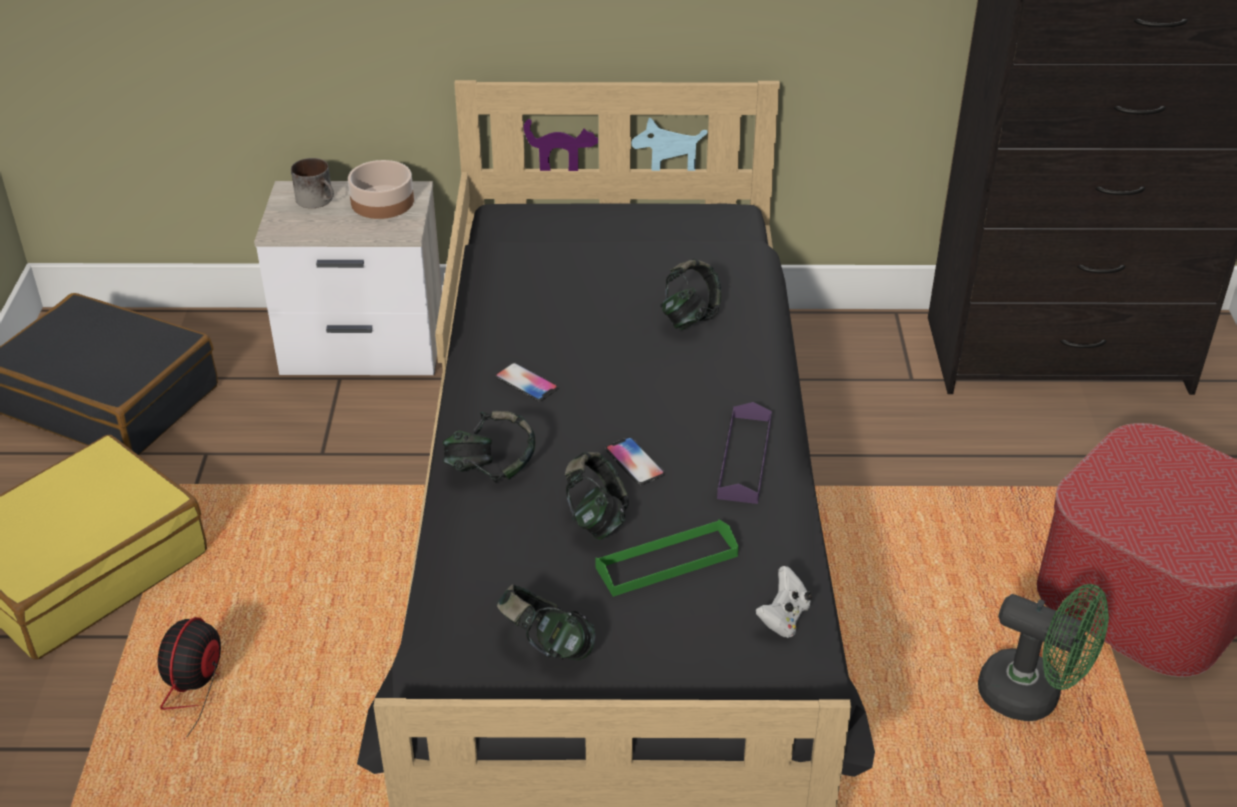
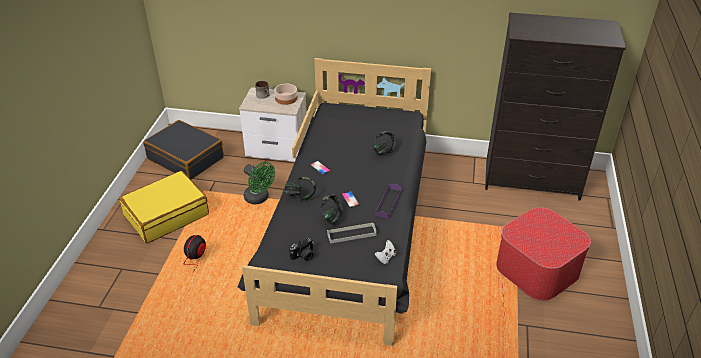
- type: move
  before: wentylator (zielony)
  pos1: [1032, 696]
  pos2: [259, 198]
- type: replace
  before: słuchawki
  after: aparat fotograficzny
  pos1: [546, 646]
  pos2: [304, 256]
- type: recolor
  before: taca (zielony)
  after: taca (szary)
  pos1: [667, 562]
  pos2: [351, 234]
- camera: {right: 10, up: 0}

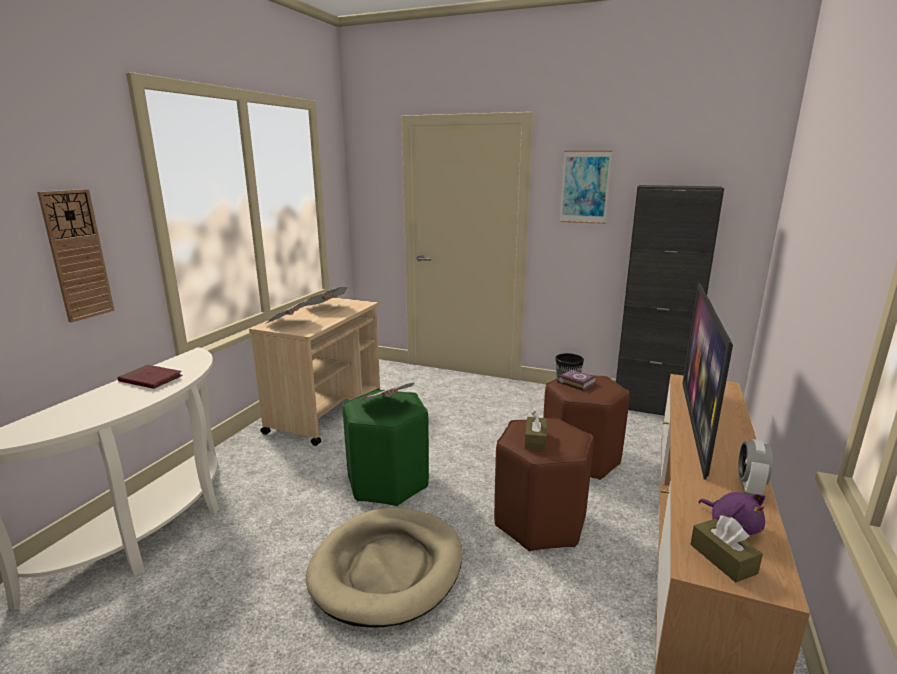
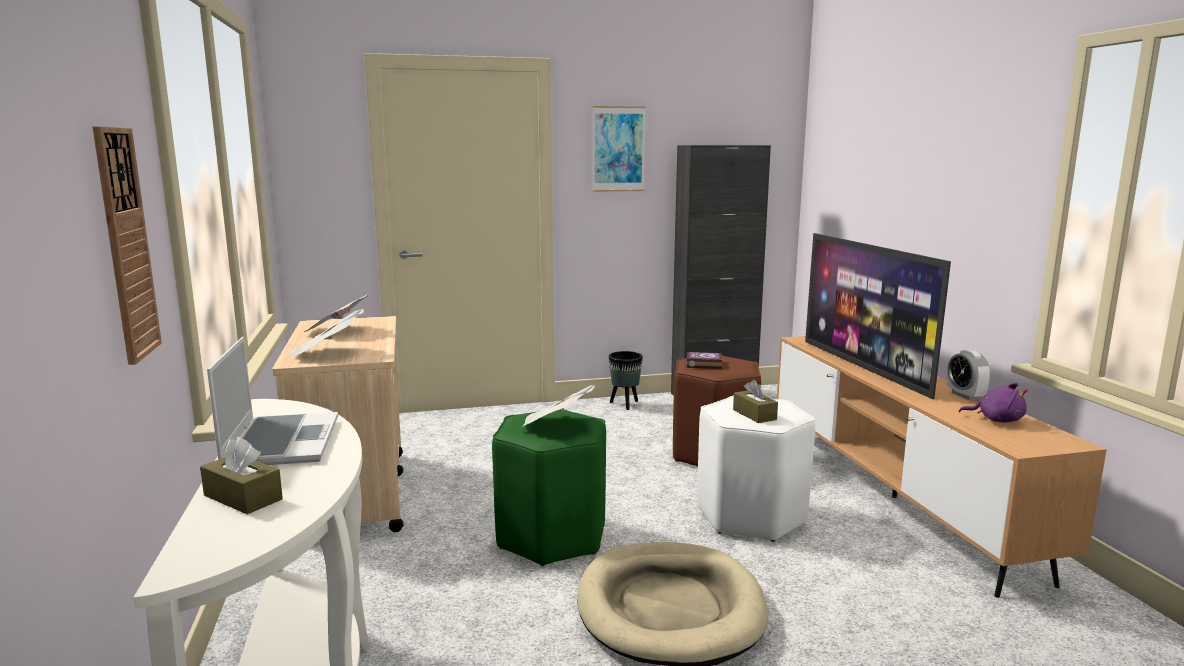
- type: move
  before: pudełko chusteczek (brązowy)
  pos1: [722, 559]
  pos2: [243, 497]
- type: replace
  before: książka (czerwony)
  after: laptop
  pos1: [151, 379]
  pos2: [281, 442]
- type: recolor
  before: stołek (brązowy)
  after: stołek (biały)
  pos1: [540, 523]
  pos2: [752, 517]
- camera: {right: -35, up: -5}

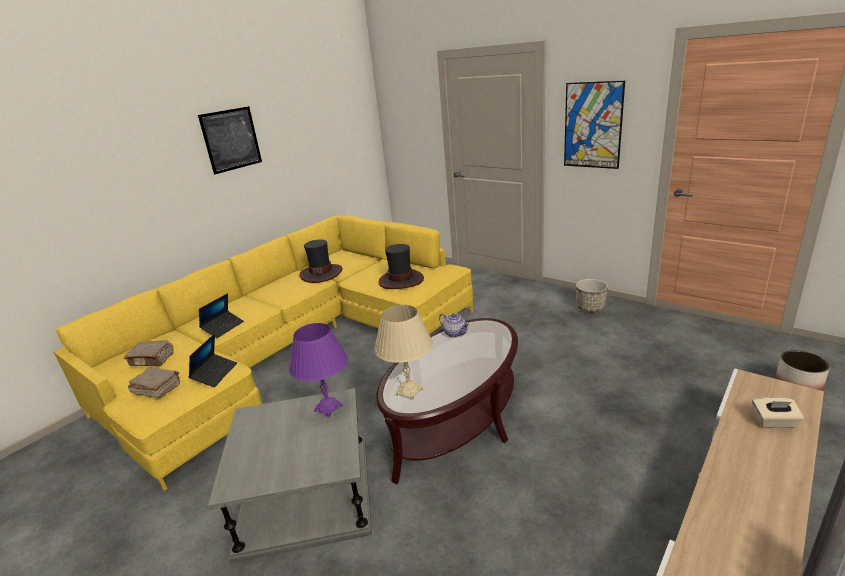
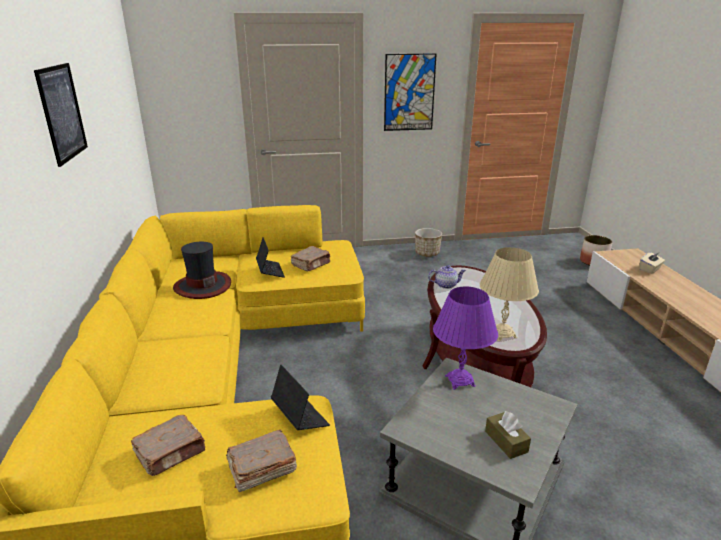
- type: insert
  after: pudełko chusteczek (brązowy)
  pos2: [506, 441]
- type: move
  before: laptop
  pos1: [223, 327]
  pos2: [270, 271]
- type: replace
  before: kapelusz
  after: książka (brązowy)
  pos1: [401, 280]
  pos2: [311, 265]
- camera: {right: -50, up: 0}

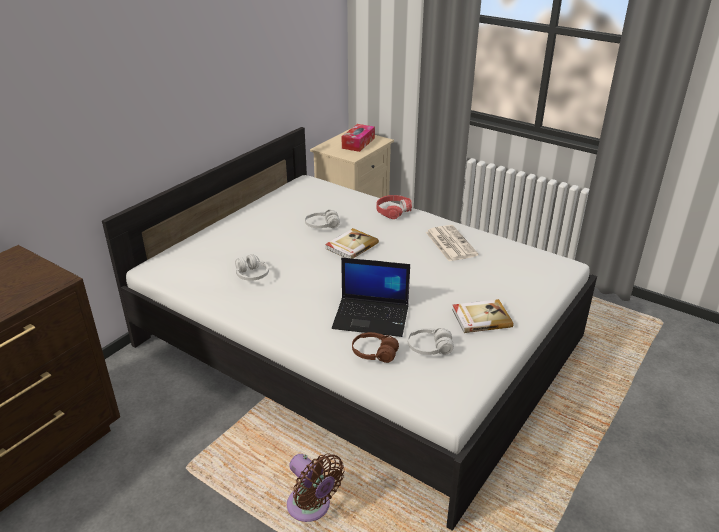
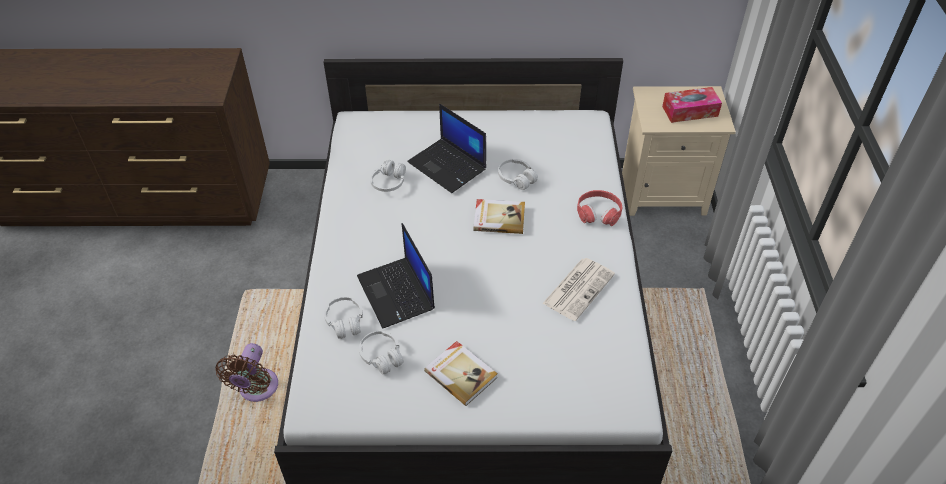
- type: insert
  after: laptop
  pos2: [448, 166]
- type: recolor
  before: słuchawki (brązowy)
  after: słuchawki (biały)
  pos1: [374, 353]
  pos2: [345, 322]
- camera: {right: 55, up: 15}

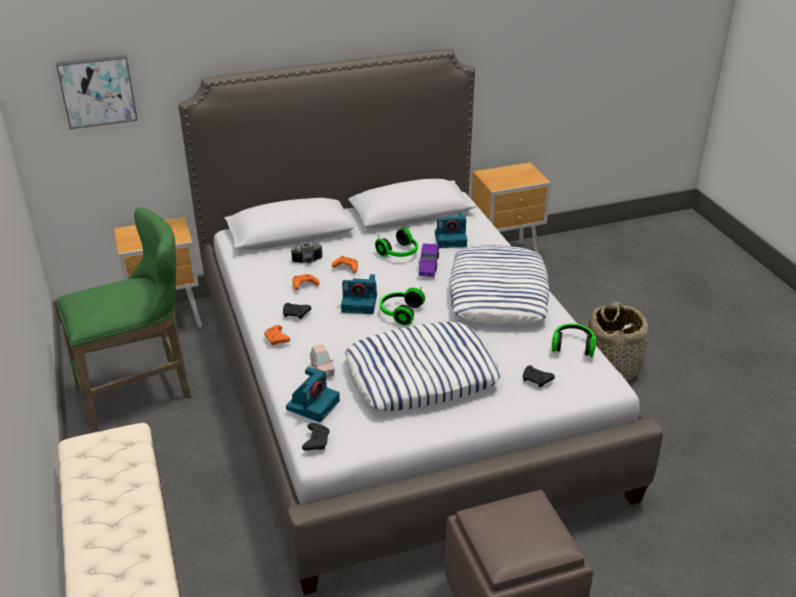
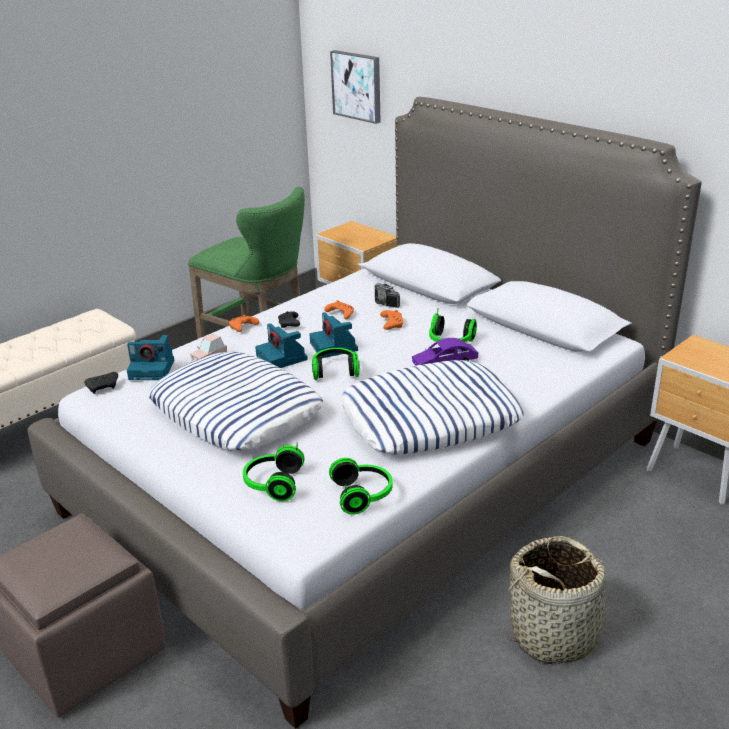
- type: move
  before: aparat fotograficzny
  pos1: [451, 239]
  pos2: [282, 358]
- type: replace
  before: pad do gier (czarny)
  after: słuchawki
  pos1: [537, 380]
  pos2: [272, 484]
- camera: {right: 65, up: -5}

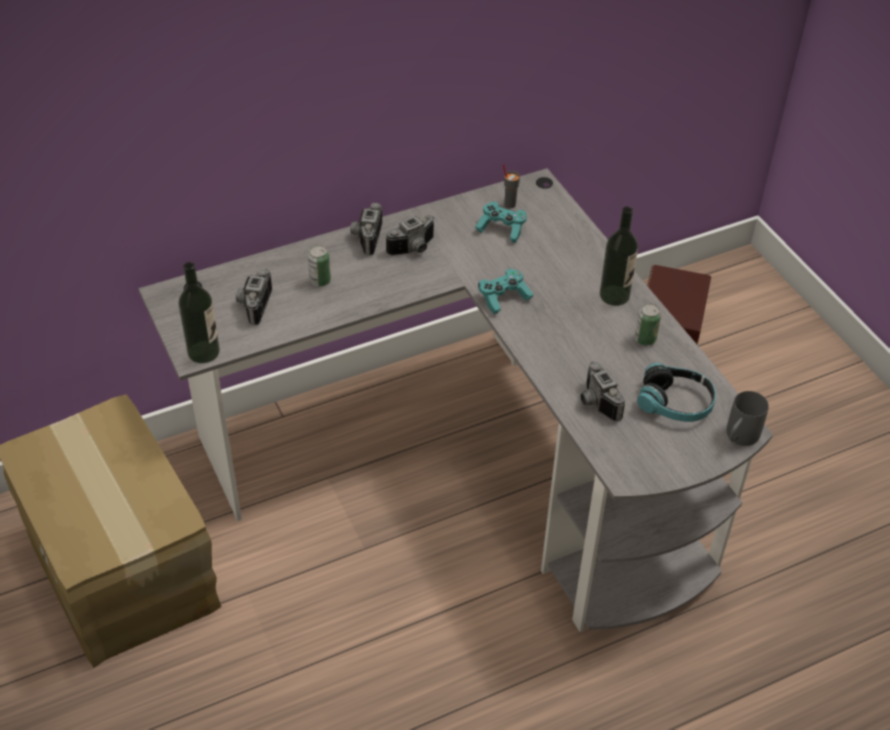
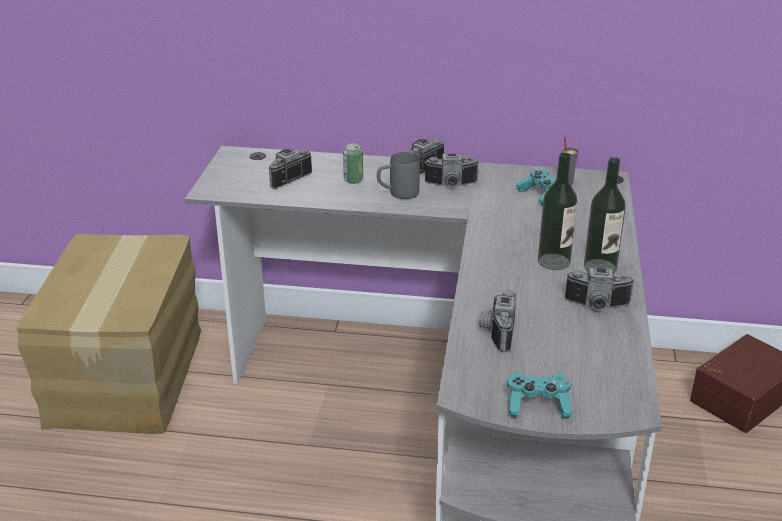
- type: delete
  before: słuchawki
  pos1: [675, 403]
- type: move
  before: butelka
  pos1: [203, 352]
  pos2: [554, 261]
- type: move
  before: pad do gier (turkusowy)
  pos1: [503, 298]
  pos2: [537, 405]
- type: move
  before: kubek (szary)
  pos1: [738, 438]
  pos2: [397, 194]
- type: replace
  before: puszka
  after: aparat fotograficzny
  pos1: [645, 339]
  pos2: [597, 306]
- camera: {right: 35, up: -15}

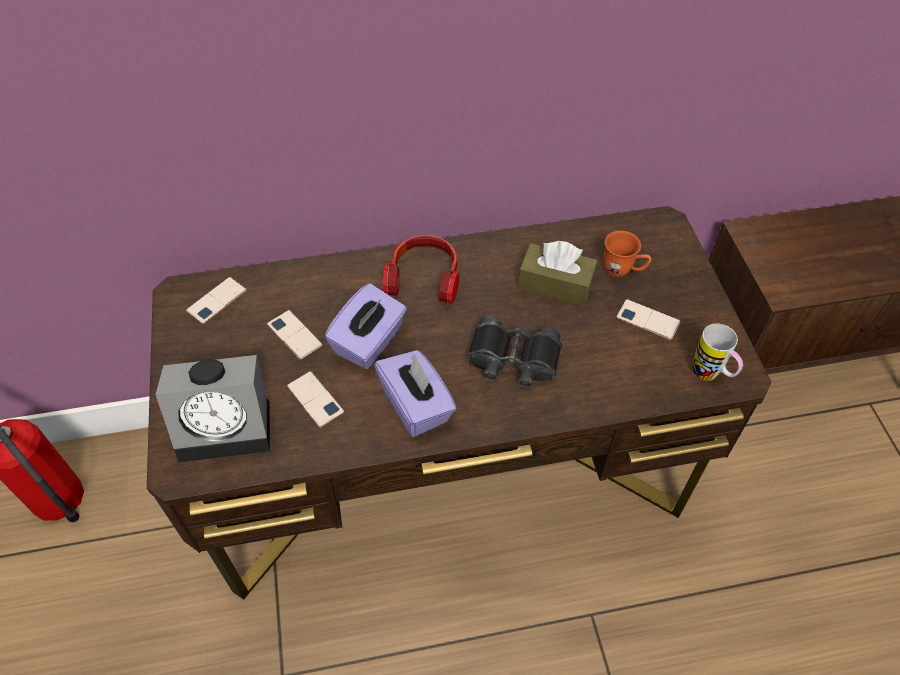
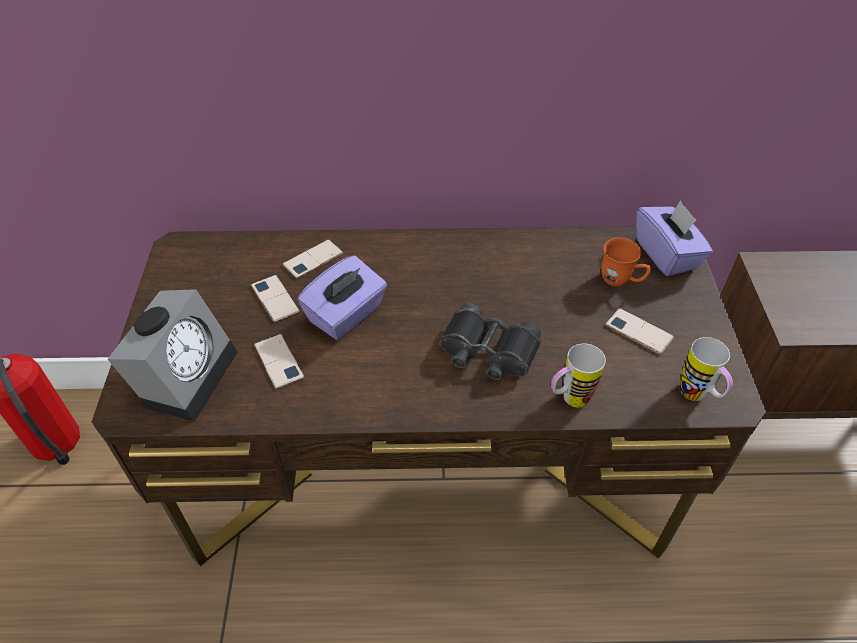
- type: delete
  before: słuchawki
  pos1: [424, 277]
- type: delete
  before: pudełko chusteczek (brązowy)
  pos1: [555, 284]
- type: insert
  after: kubek
  pos2: [568, 400]
- type: move
  before: telefon
  pos1: [217, 301]
  pos2: [313, 259]
- type: move
  before: pudełko chusteczek (fioletowy)
  pos1: [416, 405]
  pos2: [666, 254]
- type: rotate
  before: budzik
  pos1: [228, 426]
  pos2: [187, 374]
  turn: -75
- camera: {right: 10, up: -5}

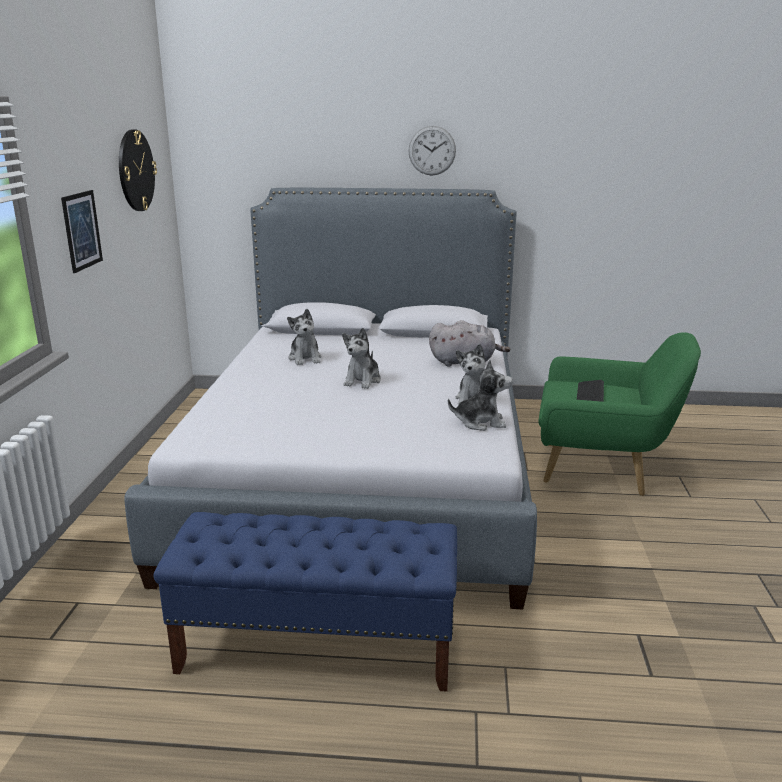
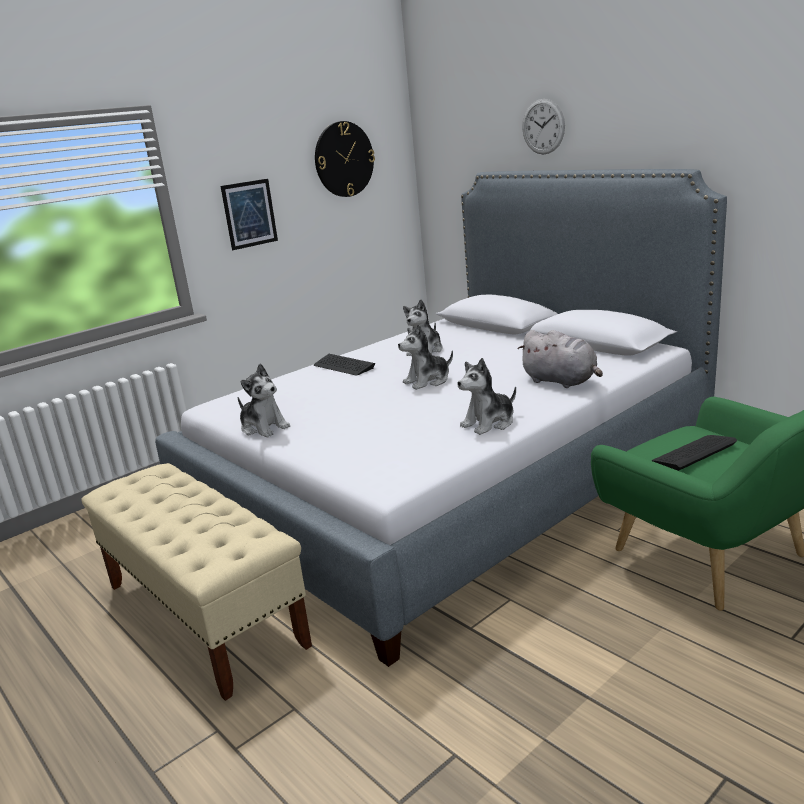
- type: insert
  after: klawiatura
  pos2: [343, 366]
- type: move
  before: zegar ścienny
  pos1: [432, 150]
  pos2: [543, 126]
- type: move
  before: pluszak
  pos1: [480, 422]
  pos2: [264, 427]
- type: recolor
  before: ławka (niebieski)
  after: ławka (beżowy)
  pos1: [318, 647]
  pos2: [204, 614]
- camera: {right: 45, up: 0}

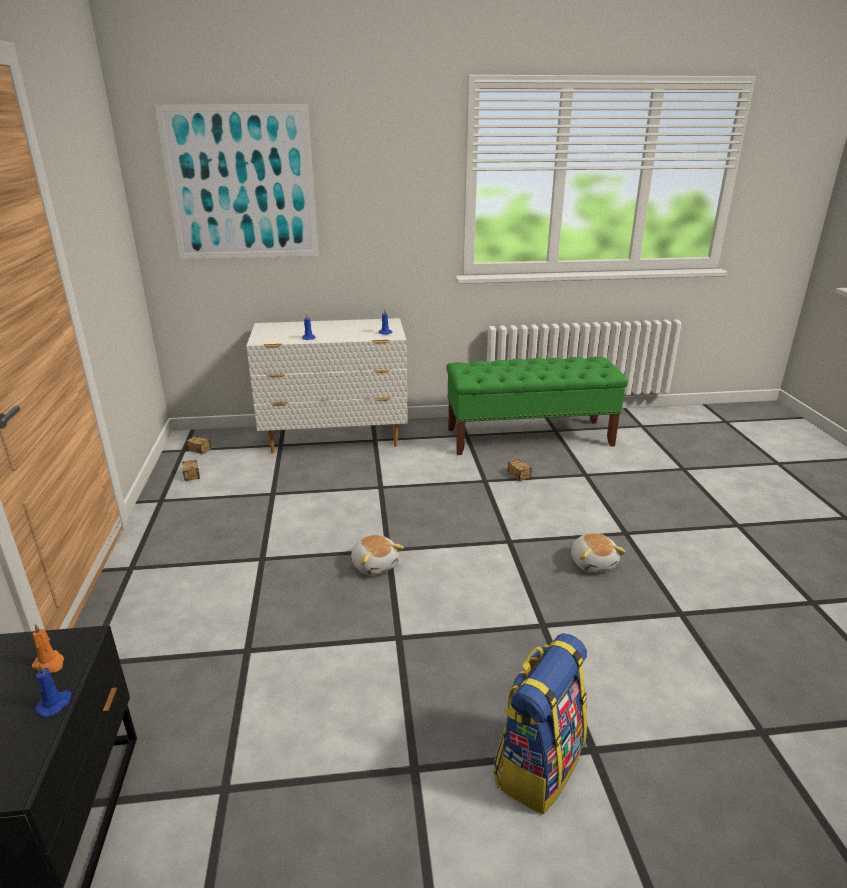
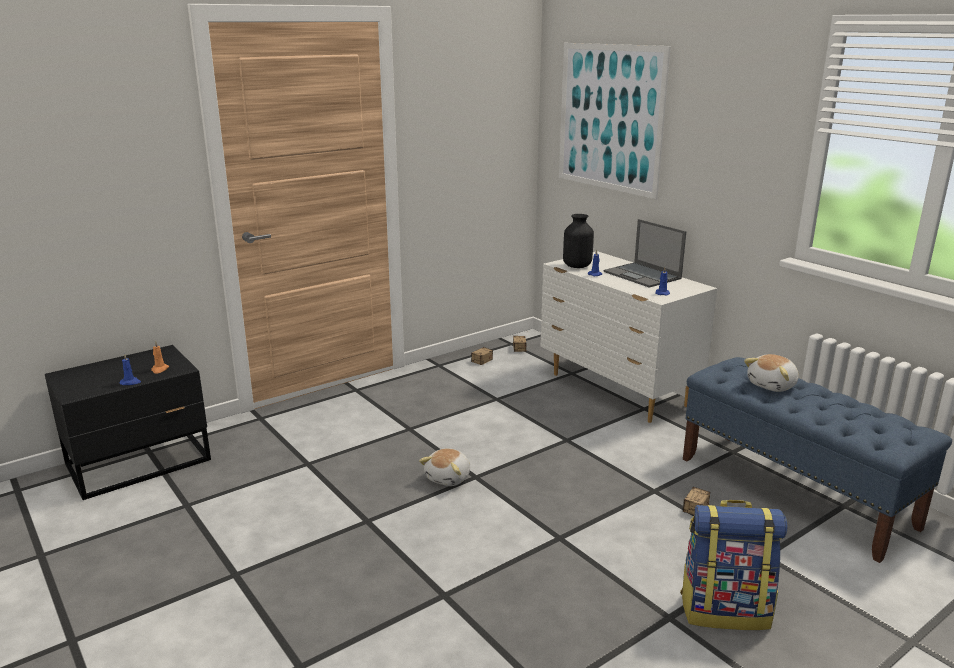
- type: insert
  after: wazon (czarny)
  pos2: [576, 266]
- type: insert
  after: laptop
  pos2: [643, 275]
- type: move
  before: plecak
  pos1: [538, 764]
  pos2: [725, 610]
- type: move
  before: pluszak
  pos1: [593, 563]
  pos2: [773, 385]
- type: recolor
  before: ławka (zielony)
  after: ławka (niebieski)
  pos1: [529, 437]
  pos2: [795, 492]
- camera: {right: 60, up: -5}

